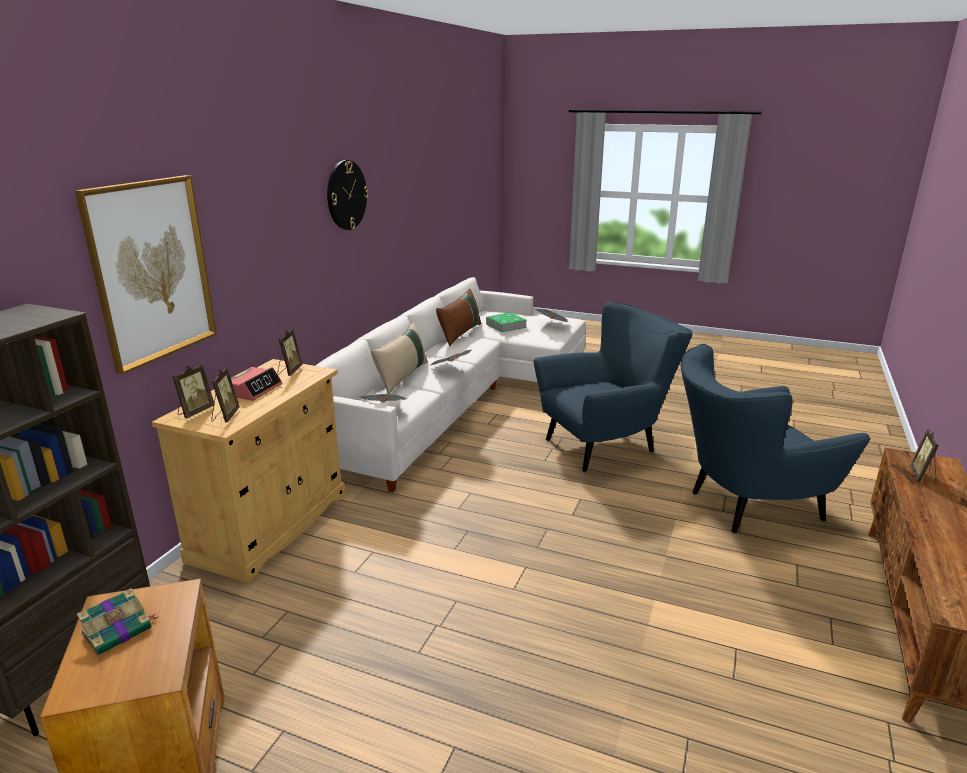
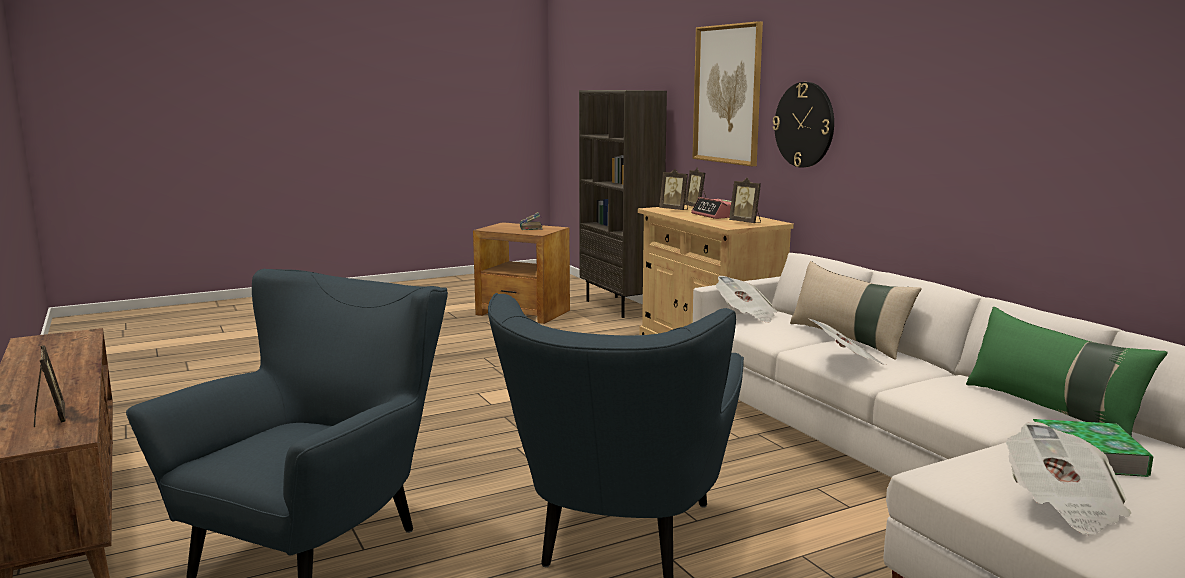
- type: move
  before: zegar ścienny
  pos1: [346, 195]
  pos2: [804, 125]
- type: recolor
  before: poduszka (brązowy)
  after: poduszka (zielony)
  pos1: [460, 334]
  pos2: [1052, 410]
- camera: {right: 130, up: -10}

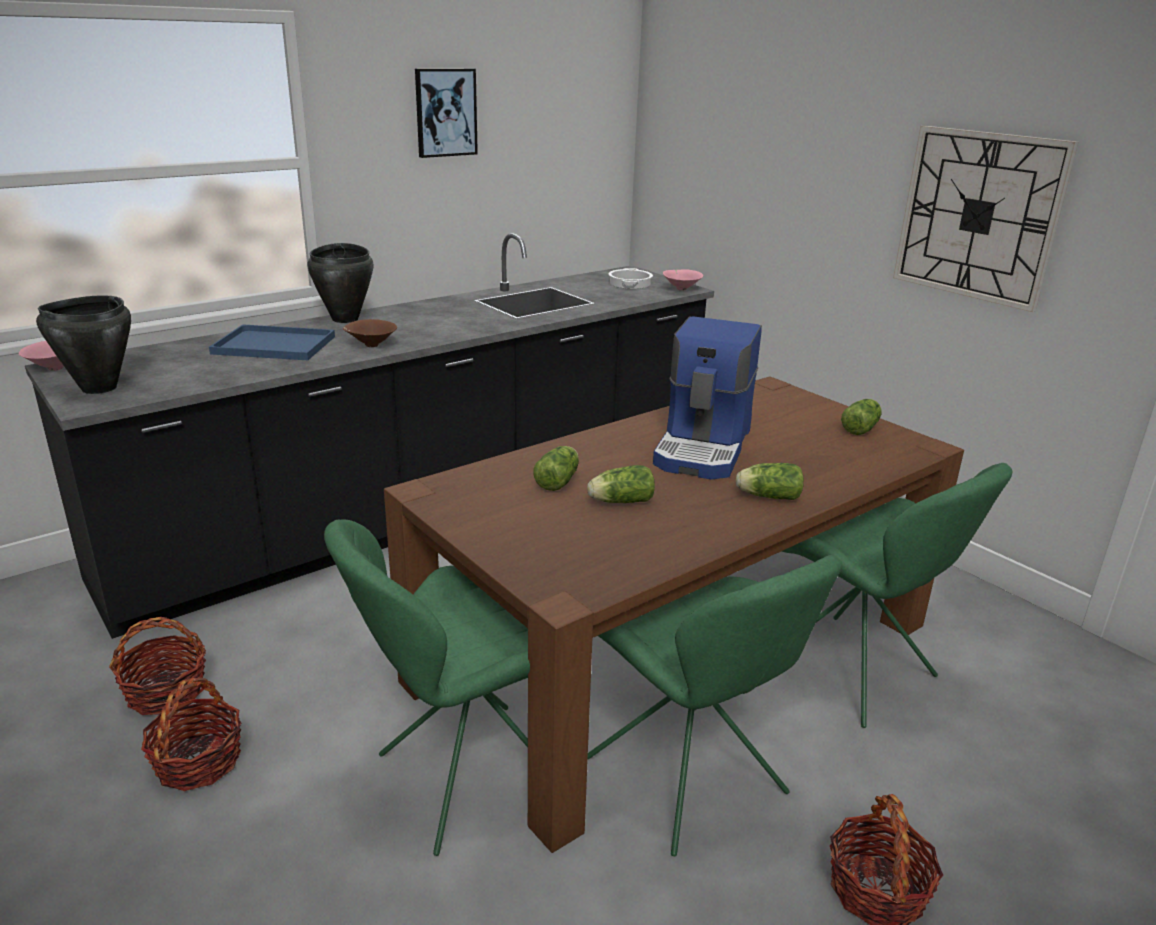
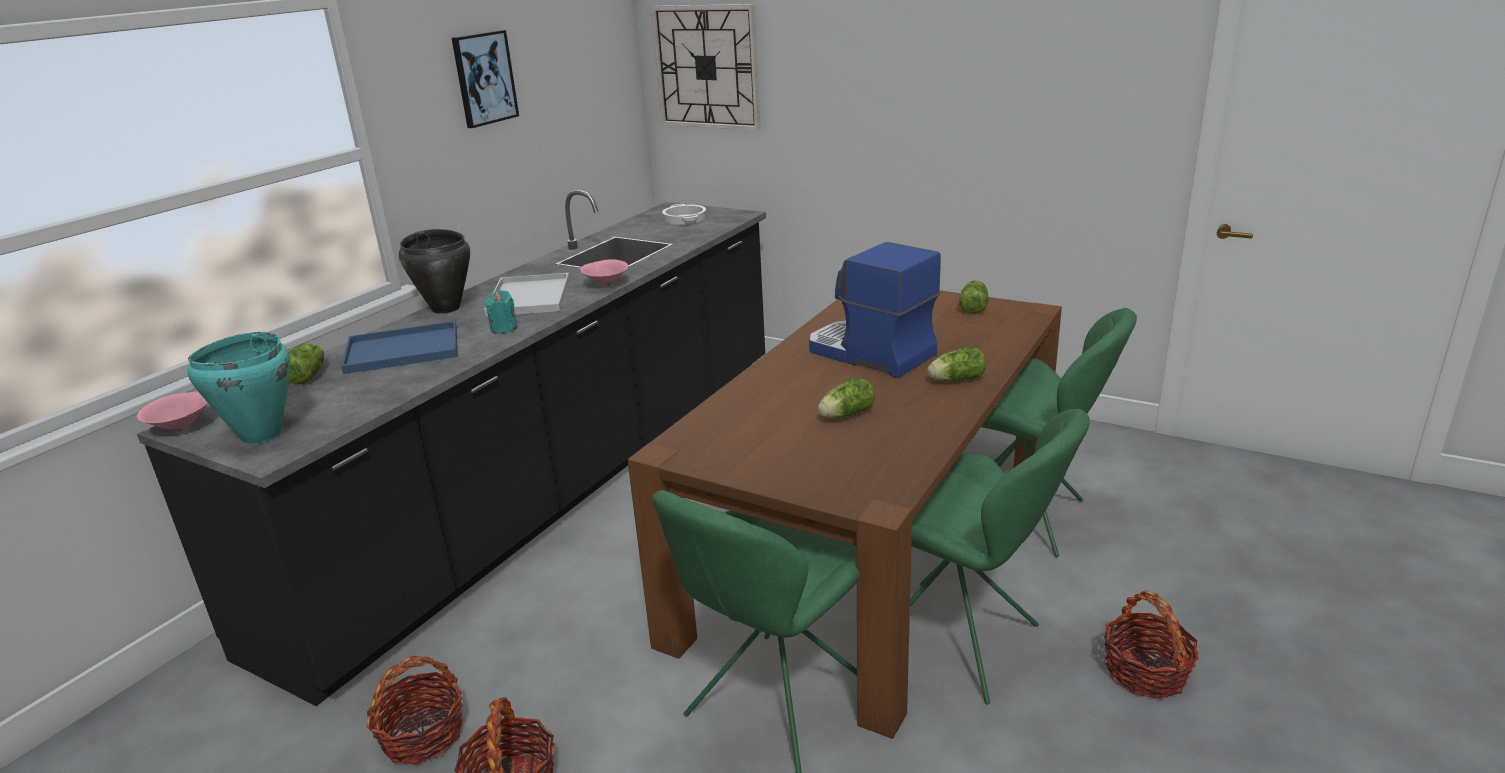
- type: insert
  after: taca (biały)
  pos2: [530, 297]
- type: move
  before: sałata
  pos1: [559, 480]
  pos2: [309, 375]
- type: move
  before: miska (różowy)
  pos1: [681, 289]
  pos2: [605, 284]
- type: move
  before: zegar ścienny
  pos1: [978, 216]
  pos2: [707, 67]
- type: replace
  before: miska (brązowy)
  after: świeca (turkusowy)
  pos1: [370, 345]
  pos2: [504, 328]
- type: recolor
  before: garnek (czarny)
  after: garnek (turkusowy)
  pos1: [98, 388]
  pos2: [260, 436]
- type: rotate
  before: ekspres do kawy
  pos1: [704, 448]
  pos2: [869, 353]
  turn: 135
- camera: {right: -20, up: 0}

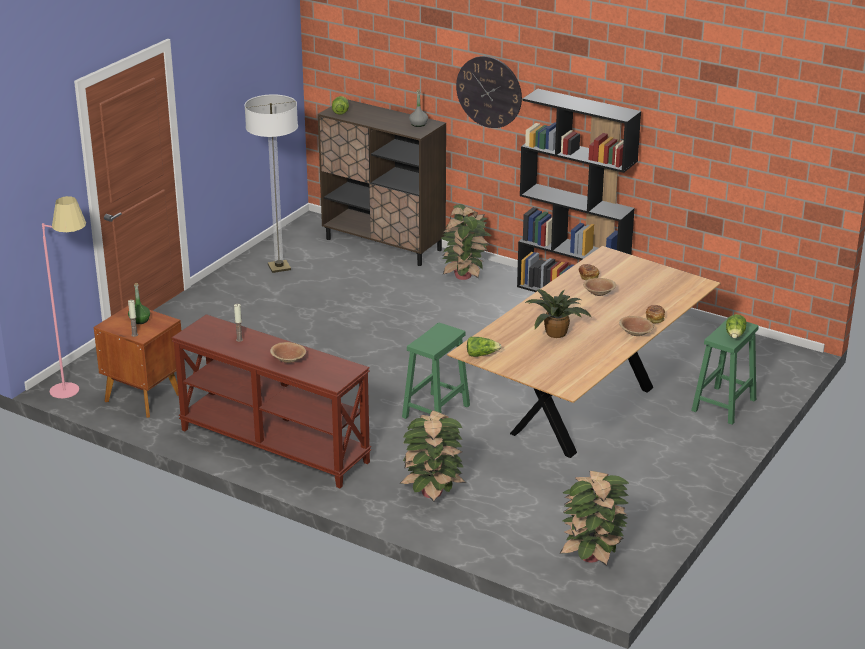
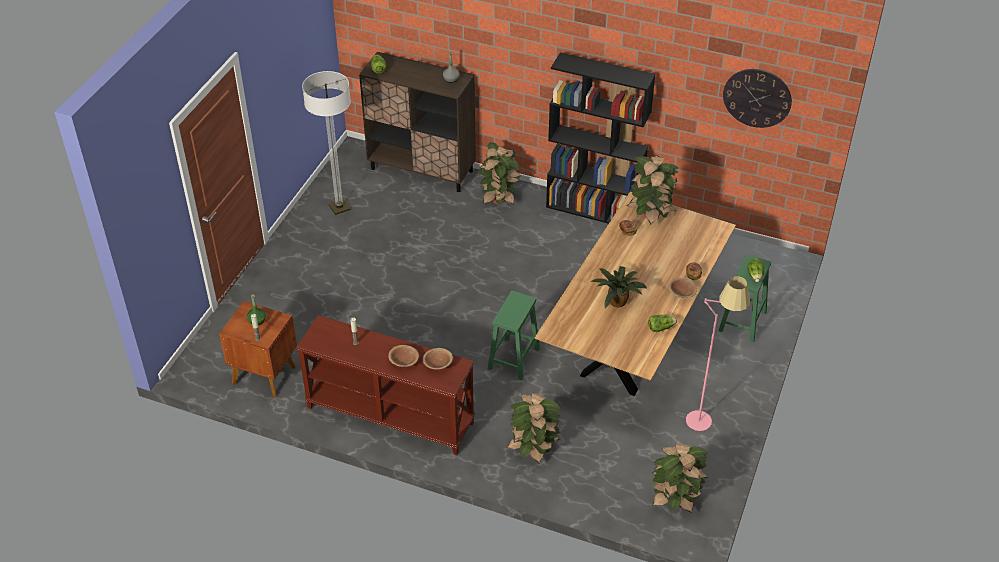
- type: insert
  after: roślina doniczkowa
  pos2: [651, 214]
- type: move
  before: lampa stojąca (różowy)
  pos1: [77, 386]
  pos2: [706, 414]
- type: move
  before: zegar ścienny
  pos1: [489, 92]
  pos2: [757, 98]
- type: move
  before: sałata
  pos1: [481, 354]
  pos2: [660, 328]
- type: move
  before: miska (brązowy)
  pos1: [599, 293]
  pos2: [437, 364]
- camera: {right: -10, up: 15}

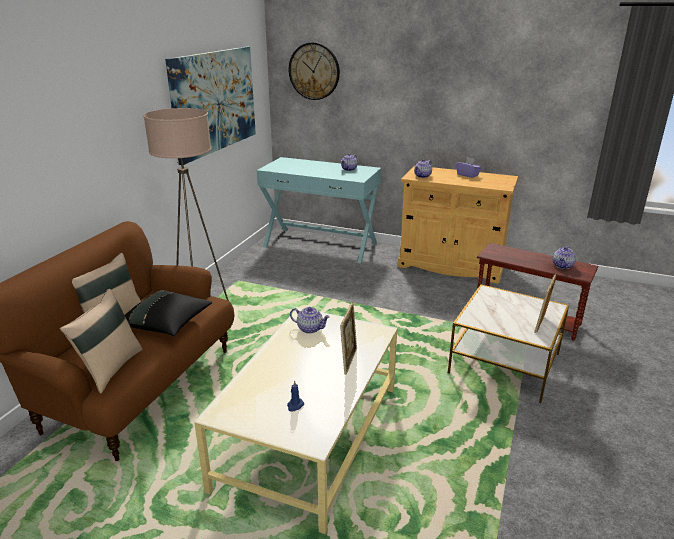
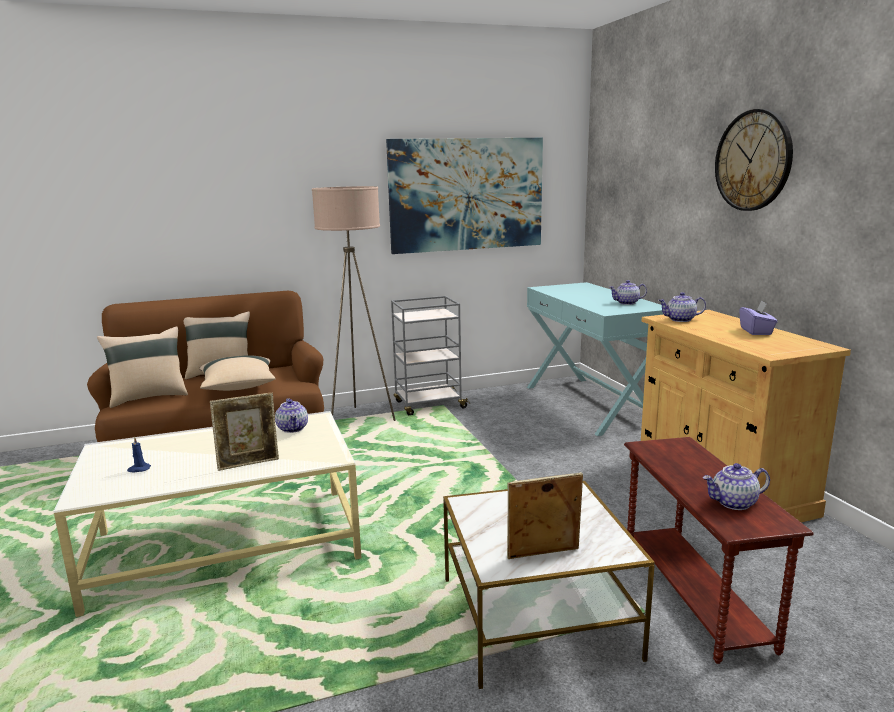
- type: insert
  after: wózek (szary)
  pos2: [429, 405]
- type: move
  before: zegar ścienny
  pos1: [314, 71]
  pos2: [753, 160]
- type: recolor
  before: poduszka (czarny)
  after: poduszka (beżowy)
  pos1: [168, 324]
  pos2: [238, 387]
- camera: {right: 50, up: -10}

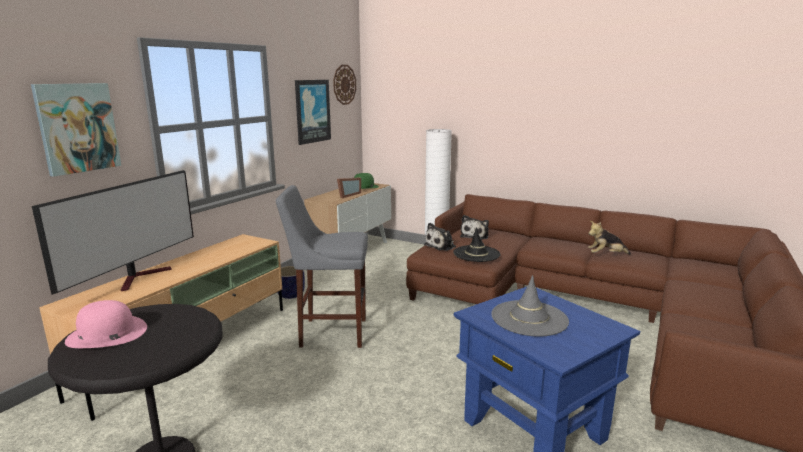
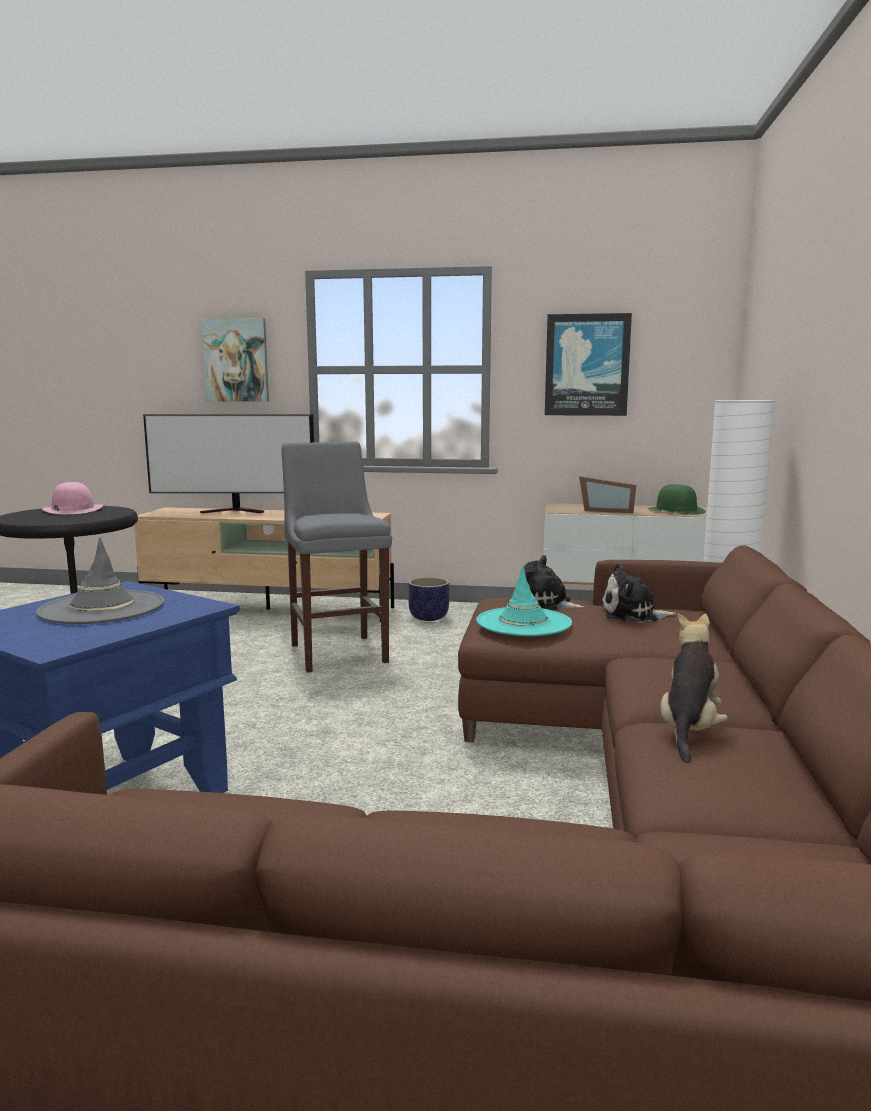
- type: delete
  before: zegar ścienny
  pos1: [344, 84]
- type: recolor
  before: kapelusz (czarny)
  after: kapelusz (turkusowy)
  pos1: [476, 254]
  pos2: [523, 622]
- type: rotate
  before: pluszak
  pos1: [606, 255]
  pos2: [689, 729]
  turn: 45
- camera: {right: 70, up: -5}

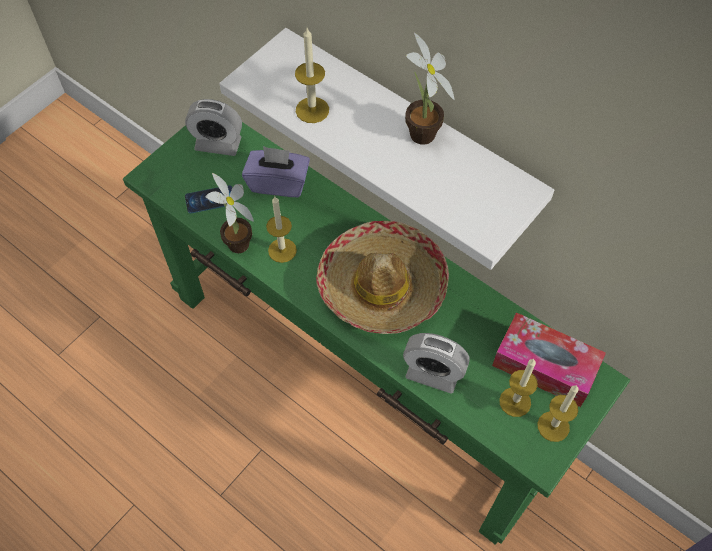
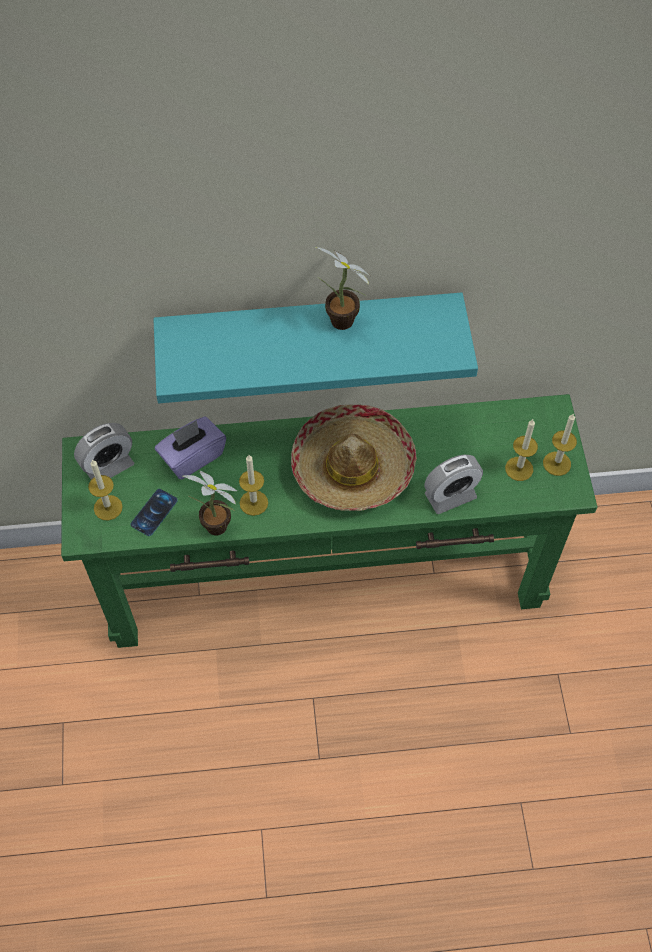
- type: delete
  before: pudełko chusteczek
  pos1: [544, 366]
- type: move
  before: świeca
  pos1: [312, 110]
  pos2: [108, 507]
- type: recolor
  before: półka (biały)
  after: półka (turkusowy)
  pos1: [409, 133]
  pos2: [309, 330]
- camera: {right: -45, up: 0}

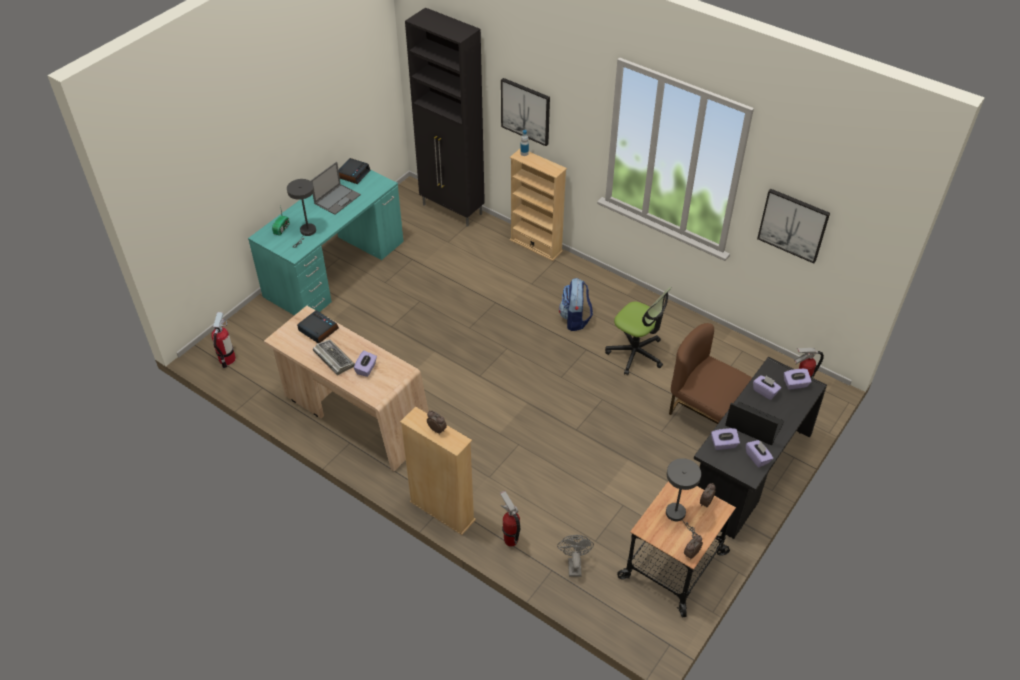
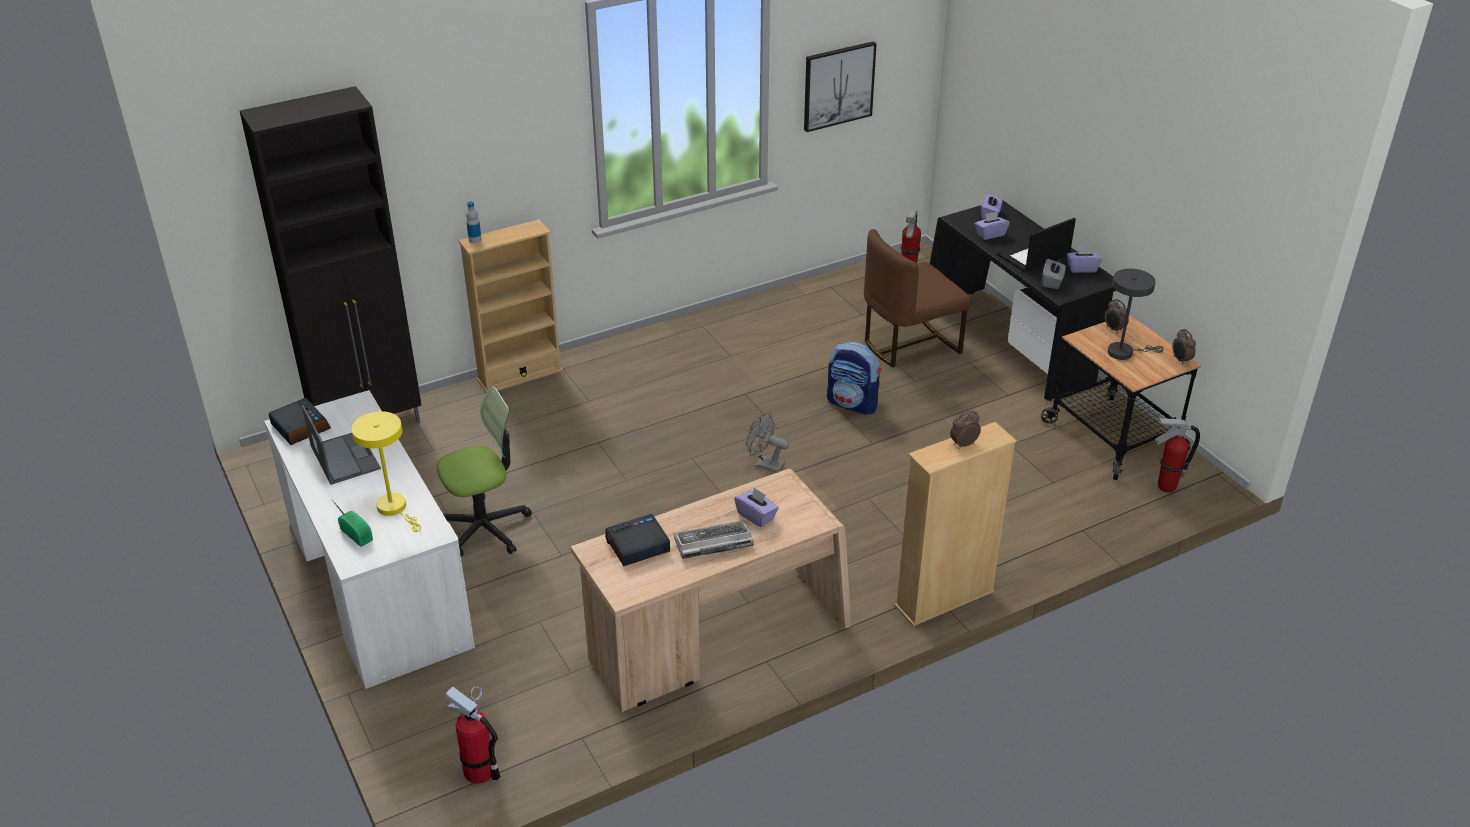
- type: delete
  before: obraz
  pos1: [526, 111]
- type: move
  before: gaśnica
  pos1: [510, 540]
  pos2: [1166, 487]
- type: move
  before: wentylator (szary)
  pos1: [574, 564]
  pos2: [764, 465]
- type: move
  before: plecak
  pos1: [575, 319]
  pos2: [853, 403]
- type: move
  before: krzesło biurowe
  pos1: [635, 353]
  pos2: [484, 528]
- type: recolor
  before: biurko (turkusowy)
  after: biurko (biały)
  pos1: [335, 268]
  pos2: [379, 583]
- type: recolor
  before: lampa stołowa (szary)
  after: lampa stołowa (żółty)
  pos1: [307, 233]
  pos2: [395, 509]
- type: recolor
  before: pudełko chusteczek (fioletowy)
  after: pudełko chusteczek (szary)
  pos1: [723, 444]
  pos2: [1052, 282]
- camera: {right: -65, up: -10}

